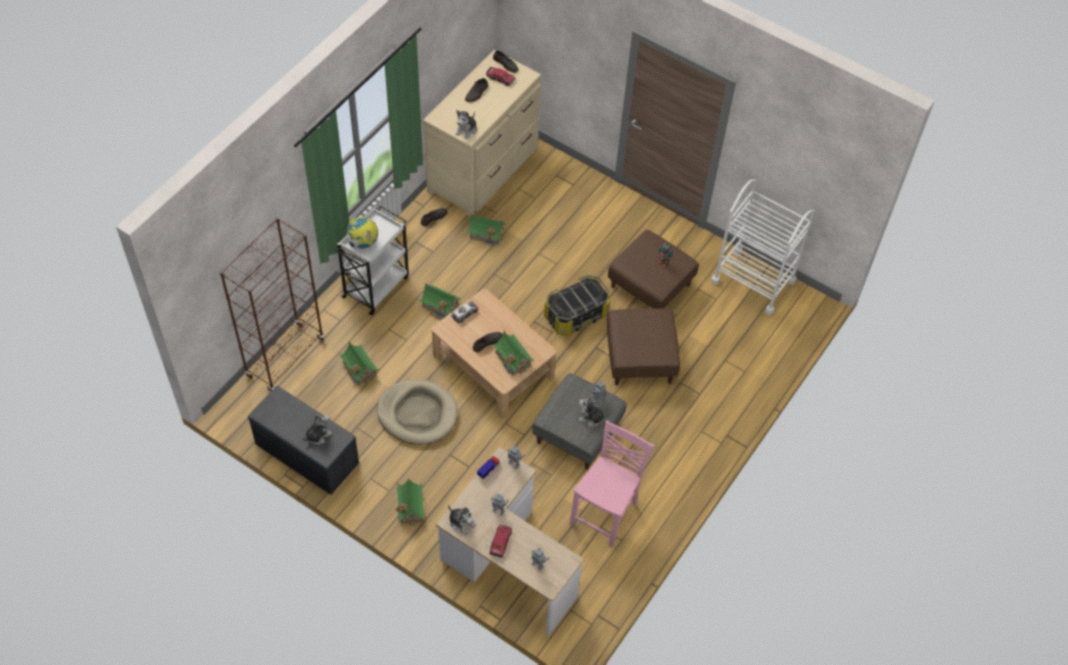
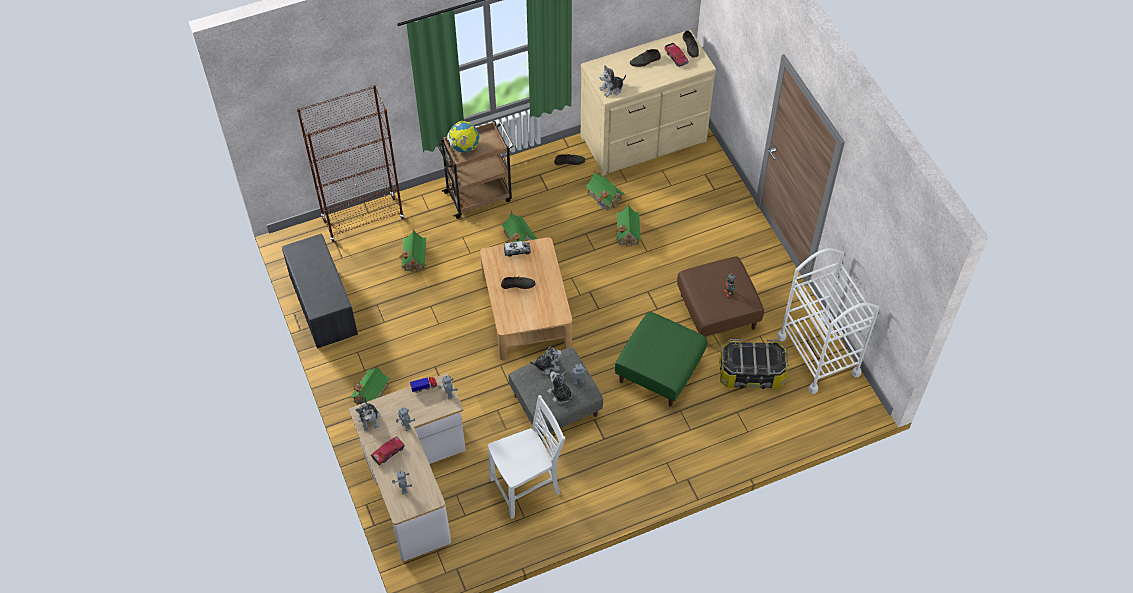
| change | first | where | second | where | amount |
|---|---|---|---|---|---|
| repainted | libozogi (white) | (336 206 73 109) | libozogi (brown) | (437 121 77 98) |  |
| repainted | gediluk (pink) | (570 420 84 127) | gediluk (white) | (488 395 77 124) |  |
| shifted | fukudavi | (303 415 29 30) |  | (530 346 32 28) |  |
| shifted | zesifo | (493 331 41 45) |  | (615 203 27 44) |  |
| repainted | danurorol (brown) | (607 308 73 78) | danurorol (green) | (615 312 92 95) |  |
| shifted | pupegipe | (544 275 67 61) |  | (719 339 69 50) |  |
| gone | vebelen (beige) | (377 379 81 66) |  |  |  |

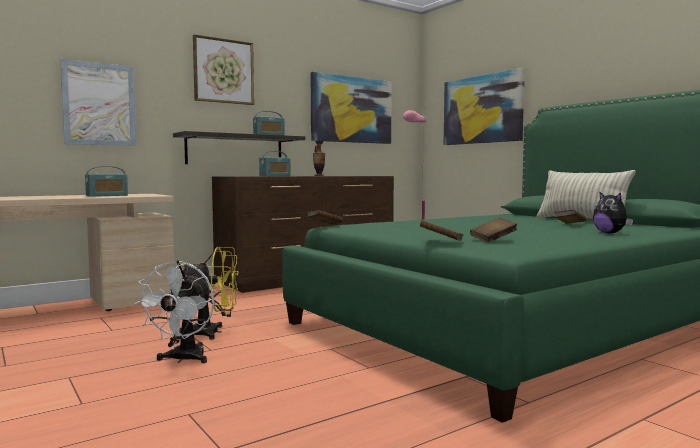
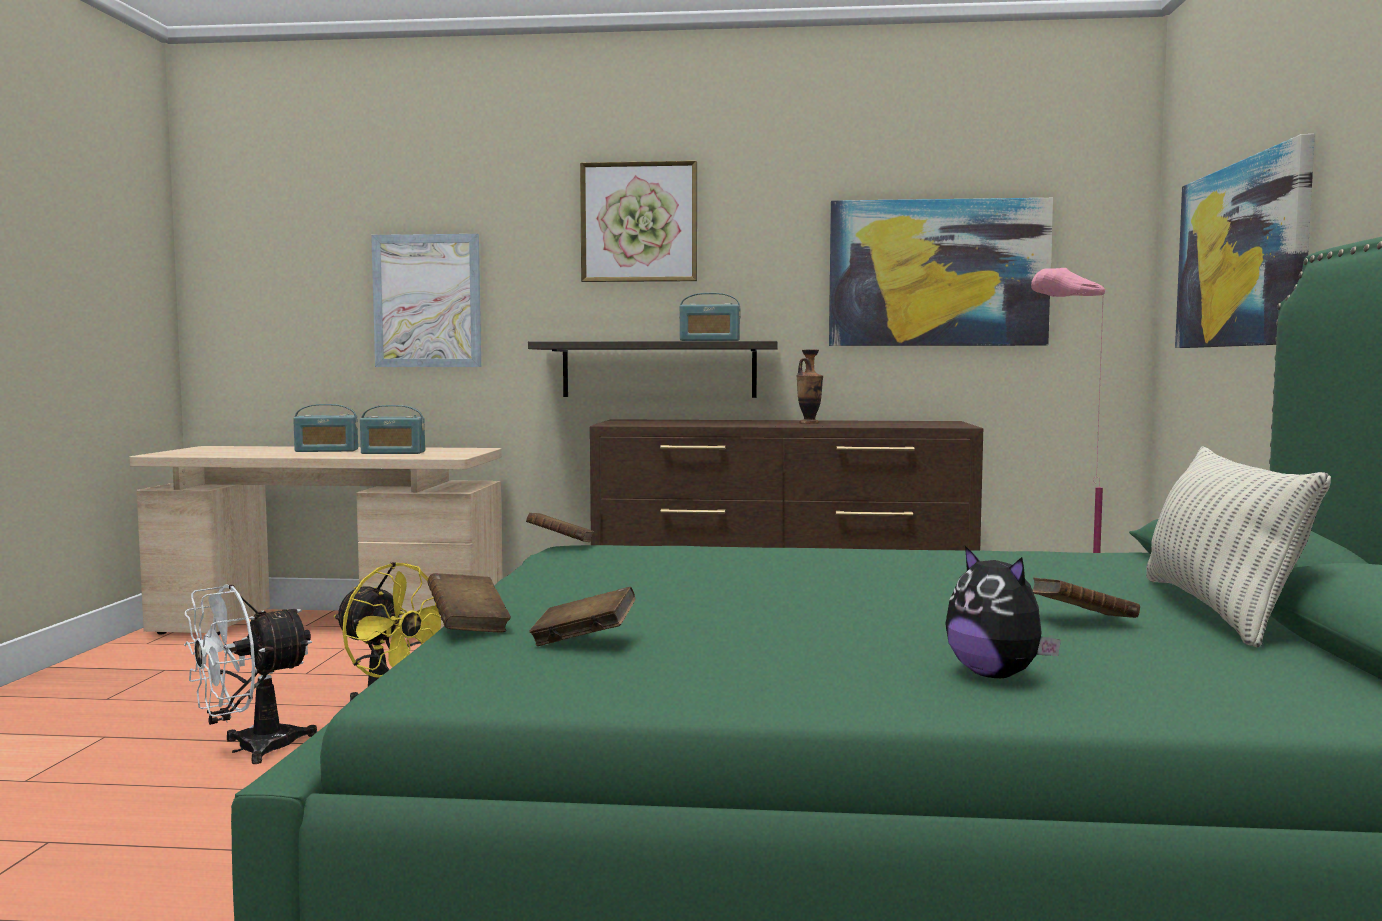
| change | first | where | second | where | amount |
|---|---|---|---|---|---|
| shifted | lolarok | (259 151 32 25) |  | (293 404 65 48) |  |
| rotated | fukudavi | (593 191 40 43) |  | (945 546 116 132) | 45 degrees counterclockwise |

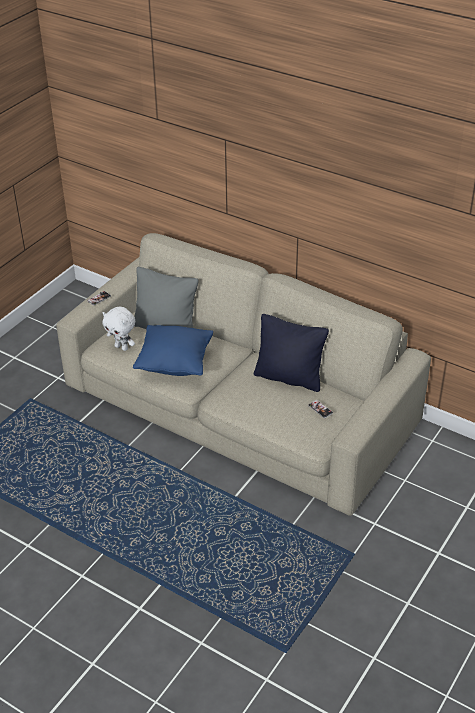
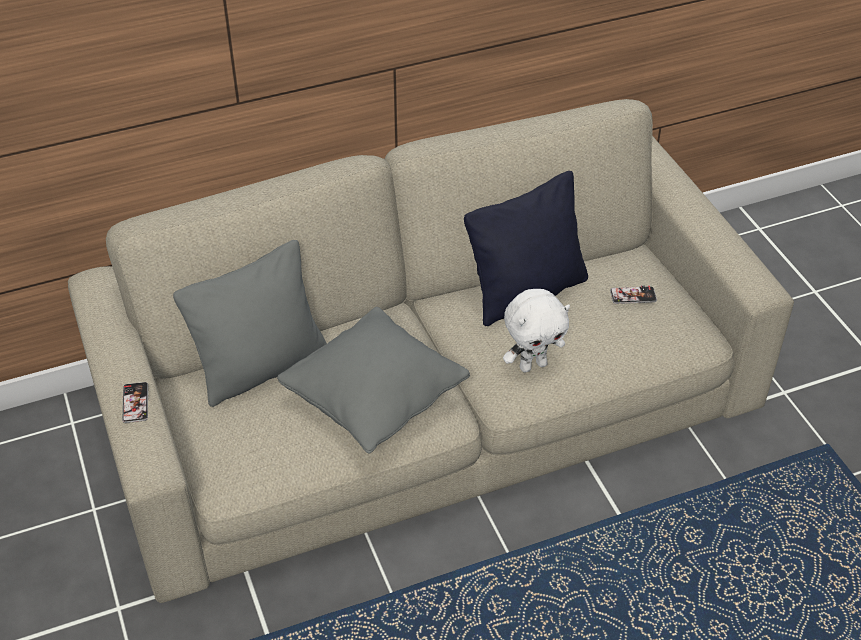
| change | first | where | second | where | amount |
|---|---|---|---|---|---|
| repainted | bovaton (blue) | (133 325 80 51) | bovaton (grey) | (277 307 193 147) |  |
| shifted | fukudavi (white) | (103 307 32 44) |  | (503 289 67 83) |  |

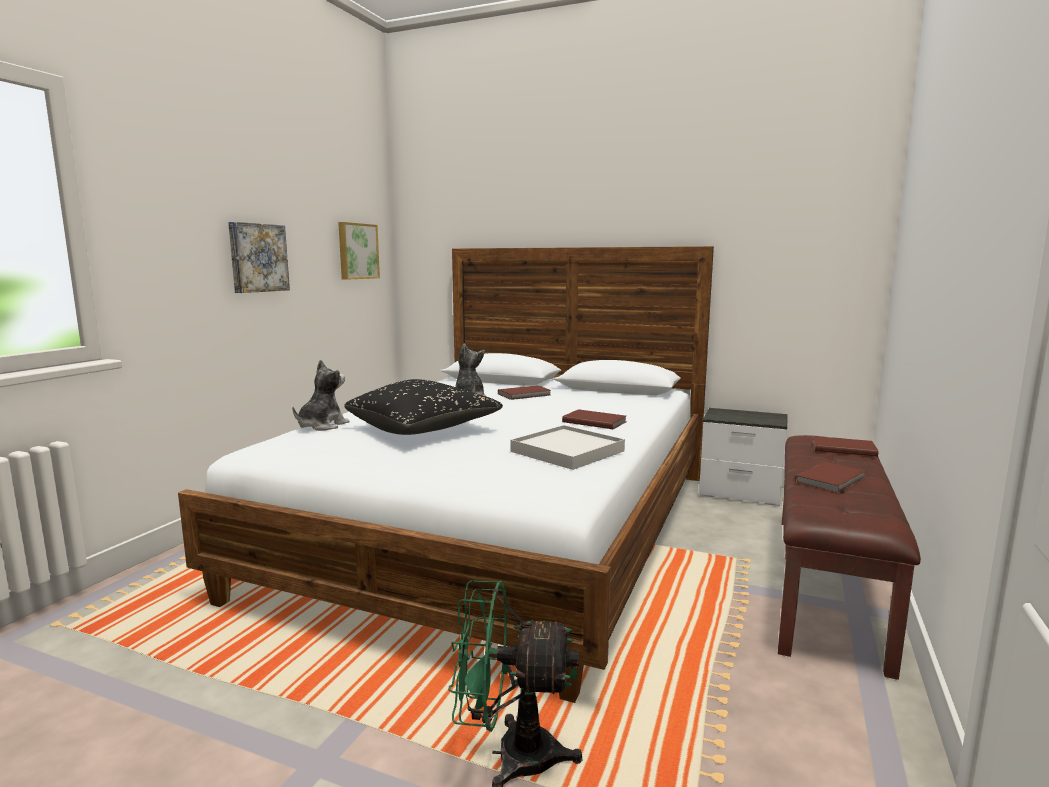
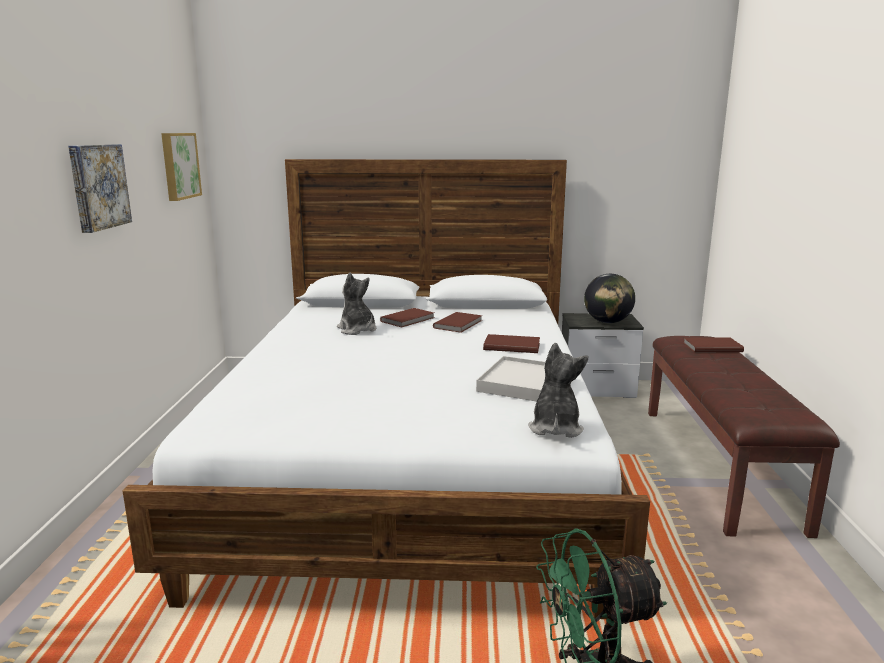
| change | first | where | second | where | amount |
|---|---|---|---|---|---|
| shifted | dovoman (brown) | (795 462 71 31) |  | (433 312 49 21) |  |
| shifted | fukudavi | (292 360 57 71) |  | (528 343 60 95) |  |
| new |  |  | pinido | (584 274 51 49) |  |
| gone | bovaton (black) | (344 379 159 56) |  |  |  |

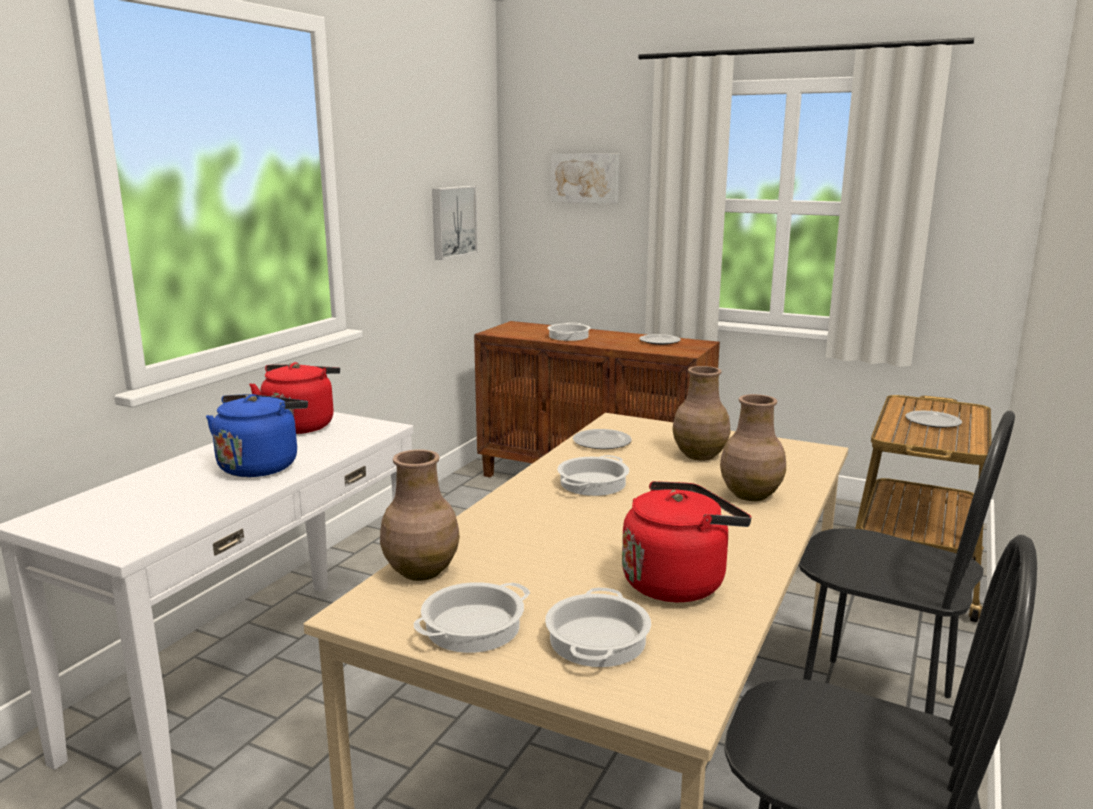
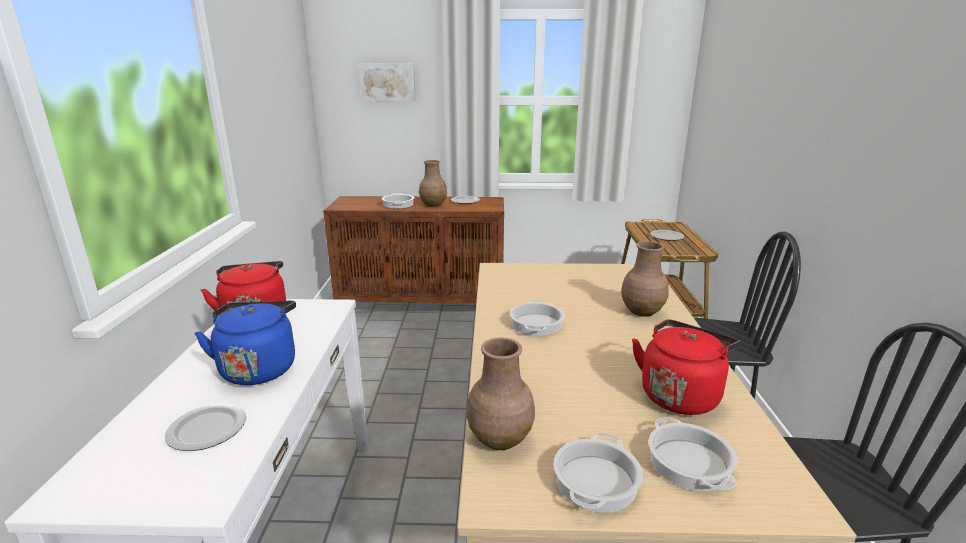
| change | first | where | second | where | amount |
|---|---|---|---|---|---|
| shifted | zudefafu | (573 429 59 20) |  | (165 404 81 47) |  |
| shifted | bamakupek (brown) | (672 366 58 94) |  | (419 160 28 47) |  |
| gone | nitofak | (432 186 46 74) |  |  |  |

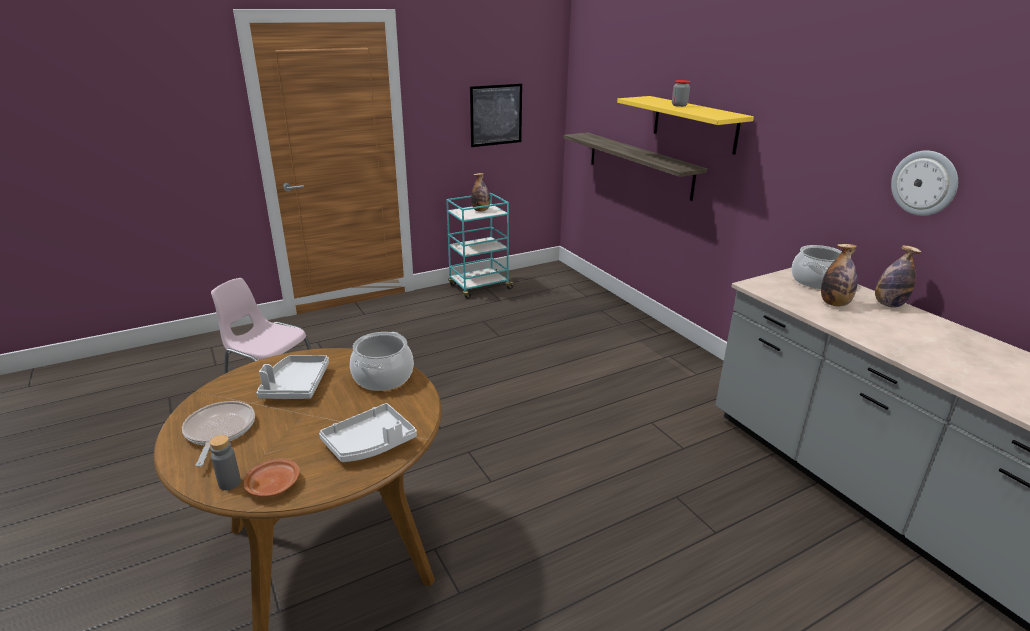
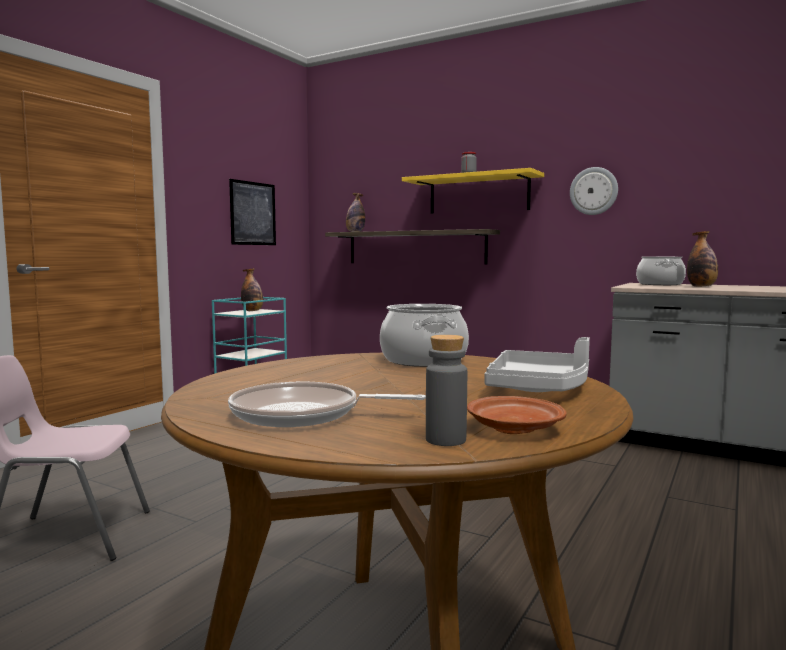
| change | first | where | second | where | amount |
|---|---|---|---|---|---|
| rotated | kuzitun | (182 401 73 66) |  | (228 382 198 45) | 45 degrees counterclockwise |
| shifted | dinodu | (875 245 46 63) |  | (346 193 19 39) |  |
| shifted | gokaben | (891 150 67 66) |  | (570 167 48 48) |  |
| gone | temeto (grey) | (256 355 73 44) |  |  |  |

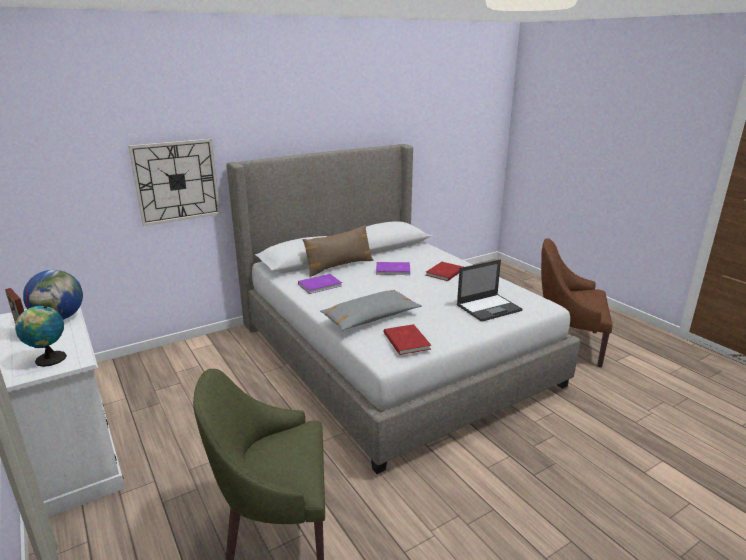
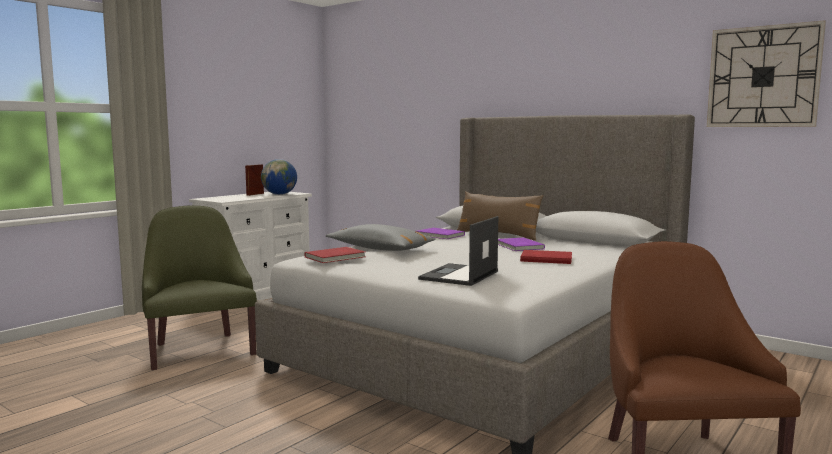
| change | first | where | second | where | amount |
|---|---|---|---|---|---|
| rotated | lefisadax | (457 259 66 63) |  | (418 216 80 70) | 75 degrees clockwise |
| shifted | gokaben | (128 139 93 87) |  | (707 20 119 107) |  |
| gone | pinido | (15 305 52 62) |  |  |  |

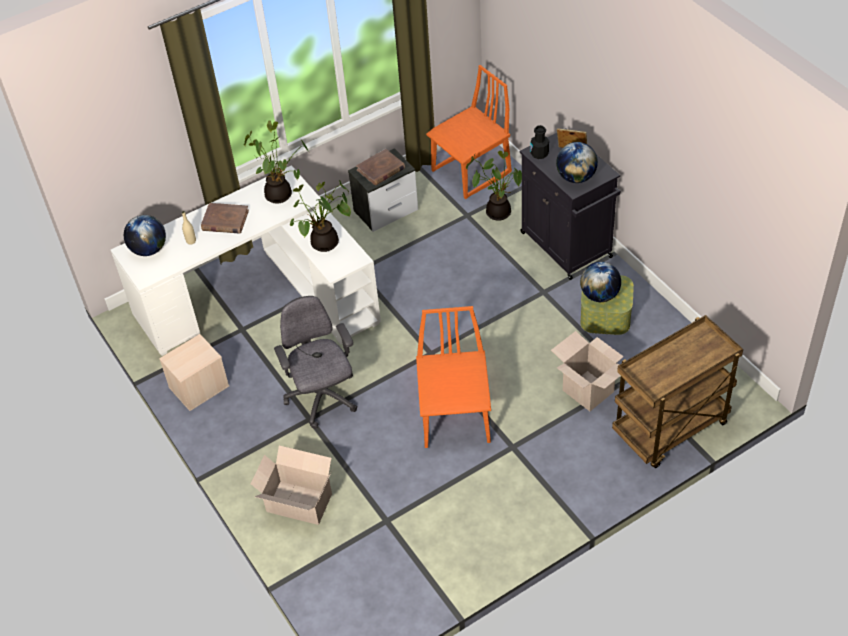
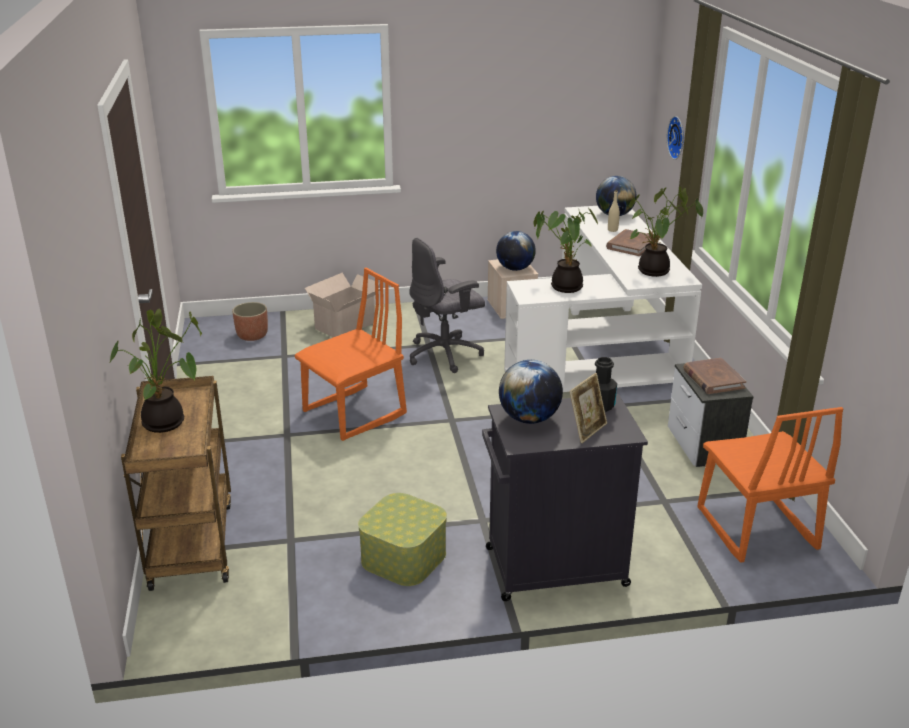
| change | first | where | second | where | amount |
|---|---|---|---|---|---|
| shifted | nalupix | (466 151 56 70) |  | (109 309 93 124) |  |
| new |  |  | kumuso | (232 302 36 39) |  |
| rotated | gediluk (orange) | (416 306 75 142) |  | (294 268 113 173) | 60 degrees counterclockwise |
| rotated | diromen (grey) | (274 296 84 133) |  | (409 238 76 135) | 150 degrees clockwise |
| shifted | pinido | (580 262 41 40) |  | (496 231 40 40) |  |
| new |  |  | gokaben | (667 116 17 44) |  |
| gone | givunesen | (551 331 73 80) |  |  |  |

